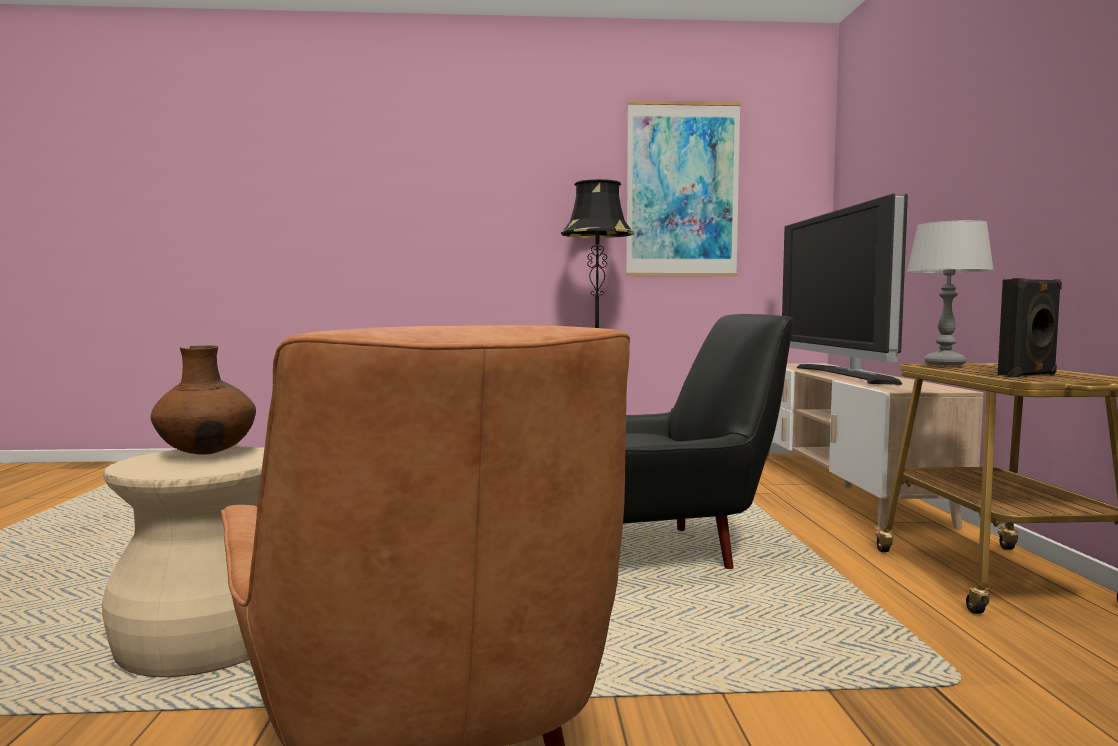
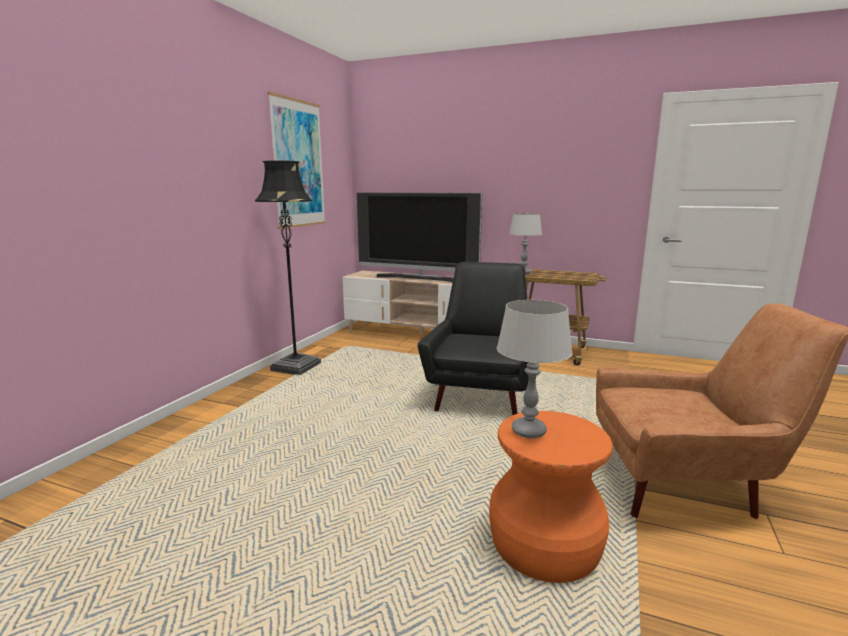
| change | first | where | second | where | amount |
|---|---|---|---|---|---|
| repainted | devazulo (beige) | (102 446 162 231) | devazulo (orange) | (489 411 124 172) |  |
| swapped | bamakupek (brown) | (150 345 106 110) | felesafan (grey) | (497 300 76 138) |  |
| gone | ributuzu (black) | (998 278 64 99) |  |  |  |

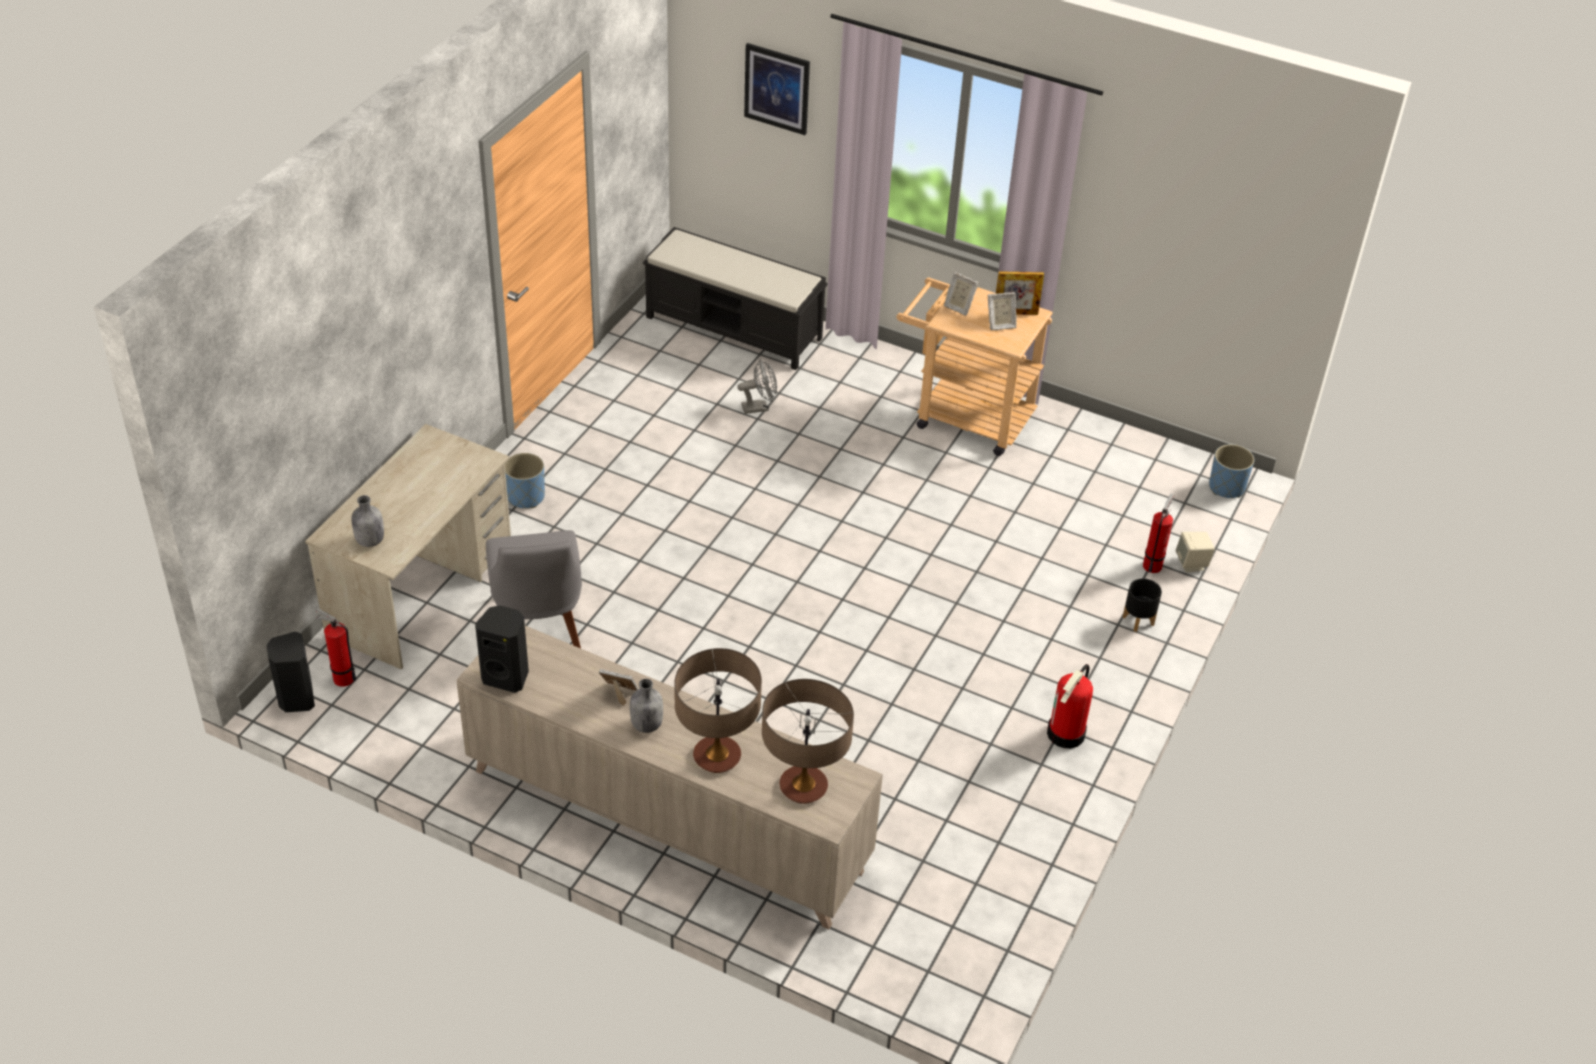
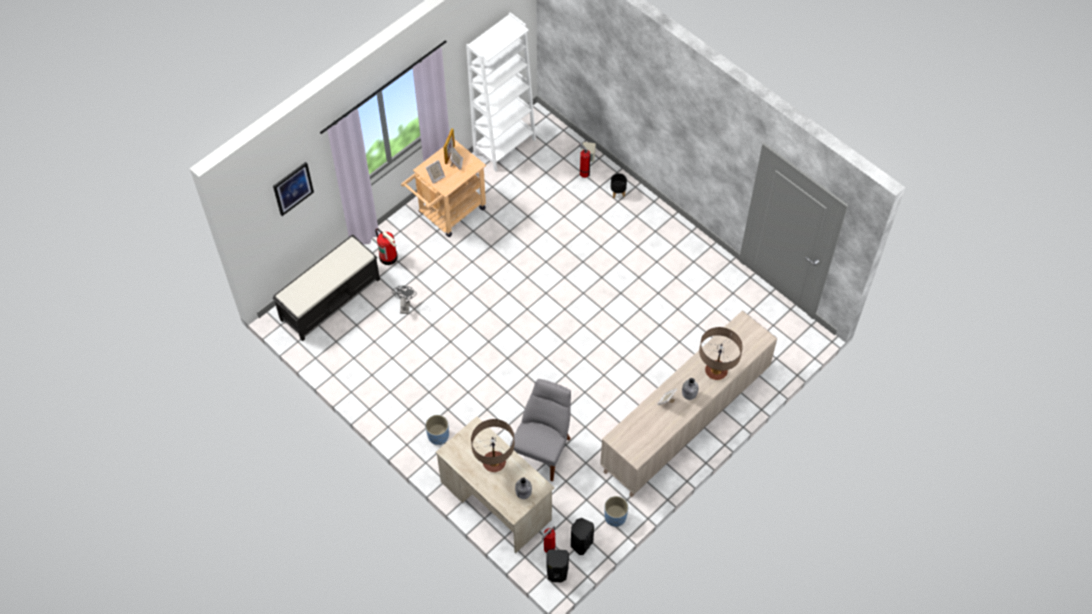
| change | first | where | second | where | amount |
|---|---|---|---|---|---|
| shifted | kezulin | (1047 664 46 84) |  | (375 228 23 37) |  |
| new |  |  | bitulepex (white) | (466 12 70 160) |  |
| shifted | felesafan | (762 679 92 125) |  | (471 419 43 53) |  |
| rotated | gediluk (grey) | (486 530 96 118) |  | (510 379 61 103) | 75 degrees counterclockwise |
| shifted | ributuzu (black) | (475 605 54 88) |  | (571 518 23 37) |  |
| shifted | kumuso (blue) | (1209 444 45 54) |  | (604 496 24 31) |  |

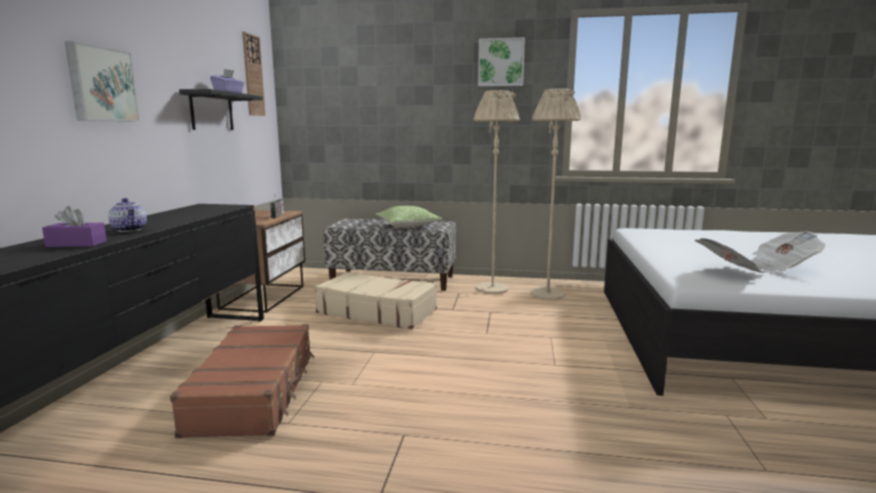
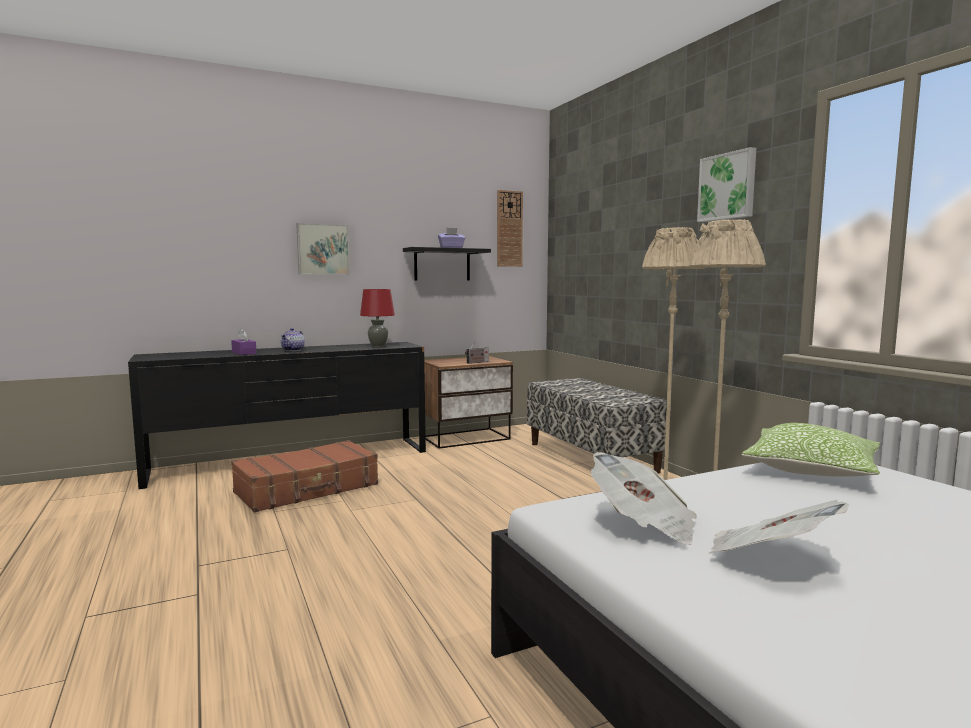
| change | first | where | second | where | amount |
|---|---|---|---|---|---|
| new |  |  | felesafan (red) | (360 289 35 58) |  |
| shifted | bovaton | (376 206 66 22) |  | (742 423 138 54) |  |
| gone | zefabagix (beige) | (314 272 123 57) |  |  |  |

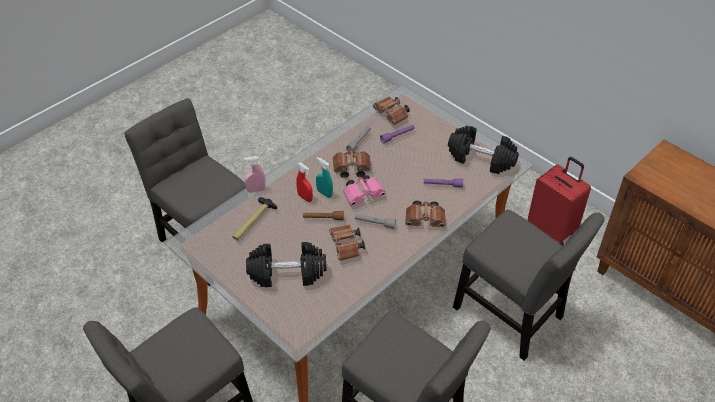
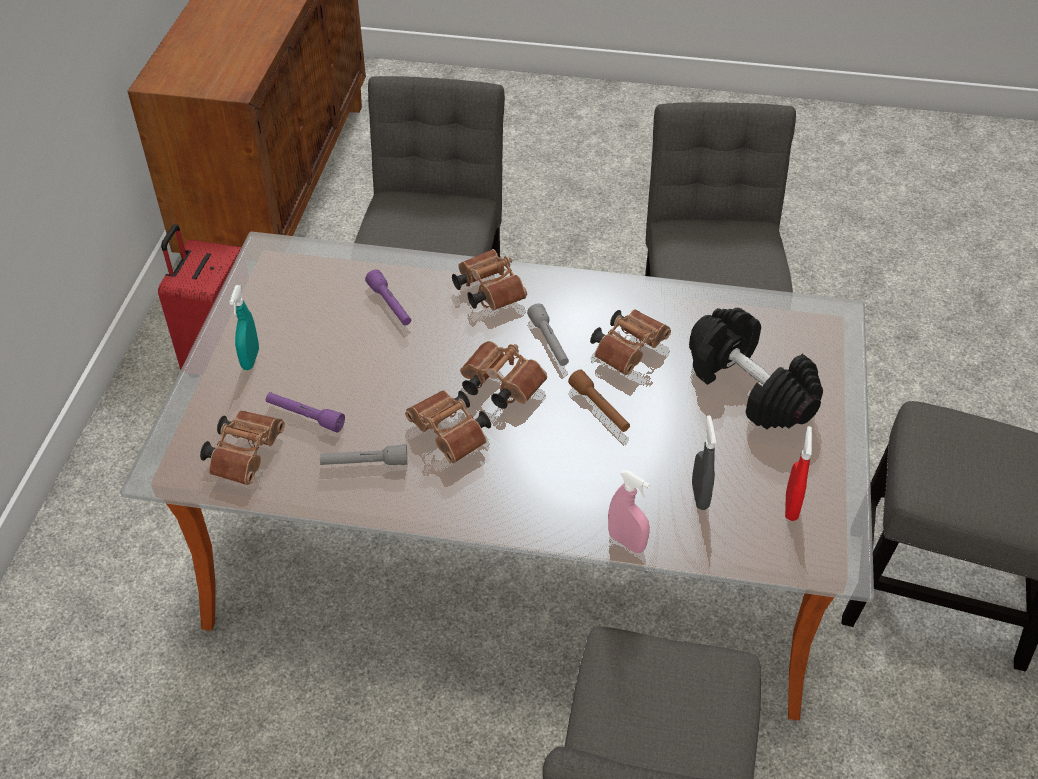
| change | first | where | second | where | amount |
|---|---|---|---|---|---|
| shifted | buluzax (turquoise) | (316 157 17 41) |  | (229 285 30 85) |  |
| repainted | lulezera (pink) | (343 175 43 31) | lulezera (brown) | (460 341 87 68) |  |
| swapped | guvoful | (233 197 44 43) | buluzax (grey) | (692 415 25 95) |  |
| shifted | buluzax (red) | (296 163 17 39) |  | (785 426 27 95) |  |
| gone | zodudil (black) | (448 126 71 48) |  |  |  |

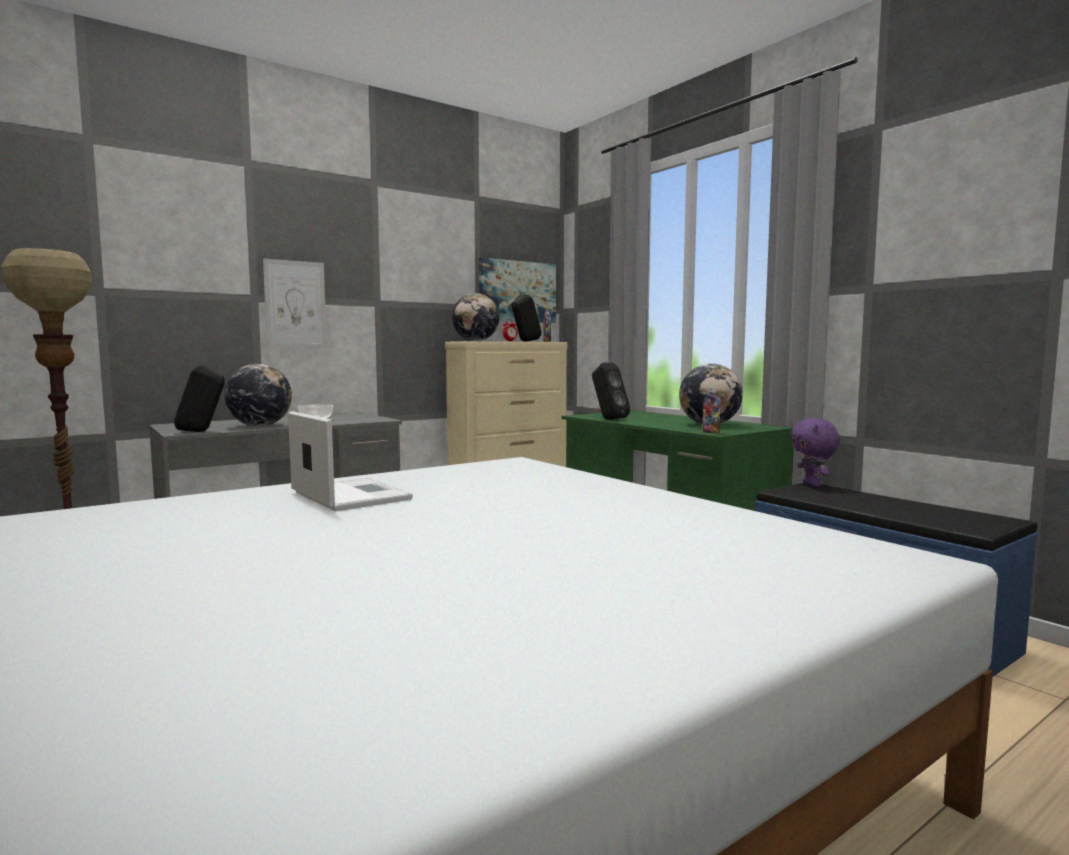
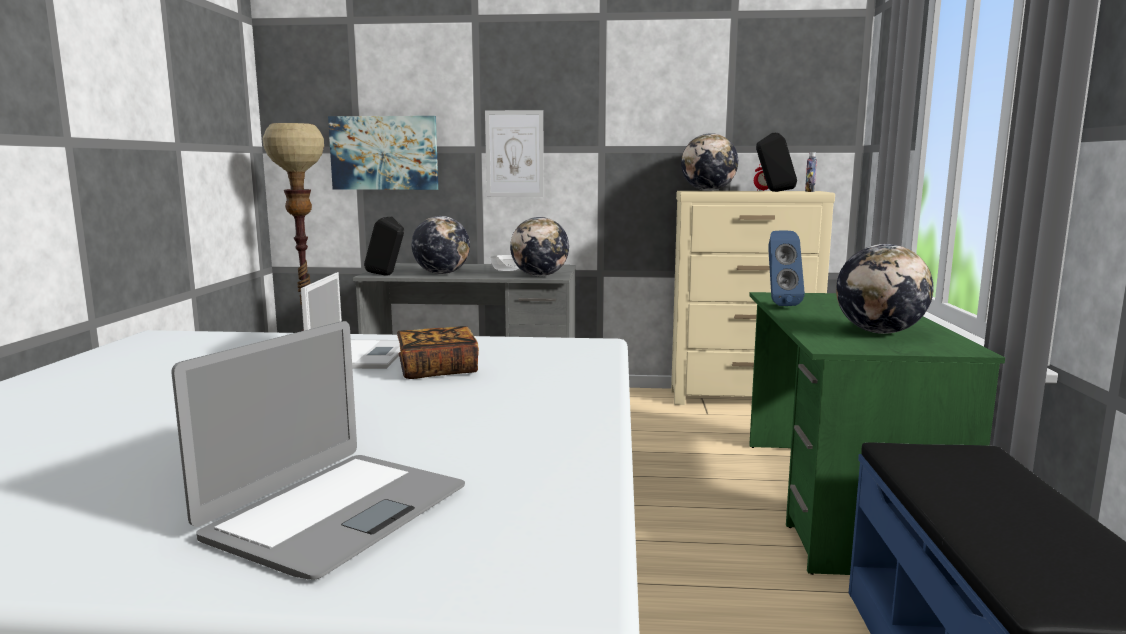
| change | first | where | second | where | amount |
|---|---|---|---|---|---|
| new |  |  | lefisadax | (171 321 294 259) |  |
| shifted | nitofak | (479 258 77 65) |  | (328 116 110 74) |  |
| new |  |  | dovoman | (397 326 82 53) |  |
| new |  |  | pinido | (510 217 59 59) |  |
| repainted | ributuzu (black) | (592 362 38 58) | ributuzu (blue) | (768 230 37 76) |  |
| gone | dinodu | (703 387 18 46) |  |  |  |
| gone | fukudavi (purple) | (791 418 49 69) |  |  |  |

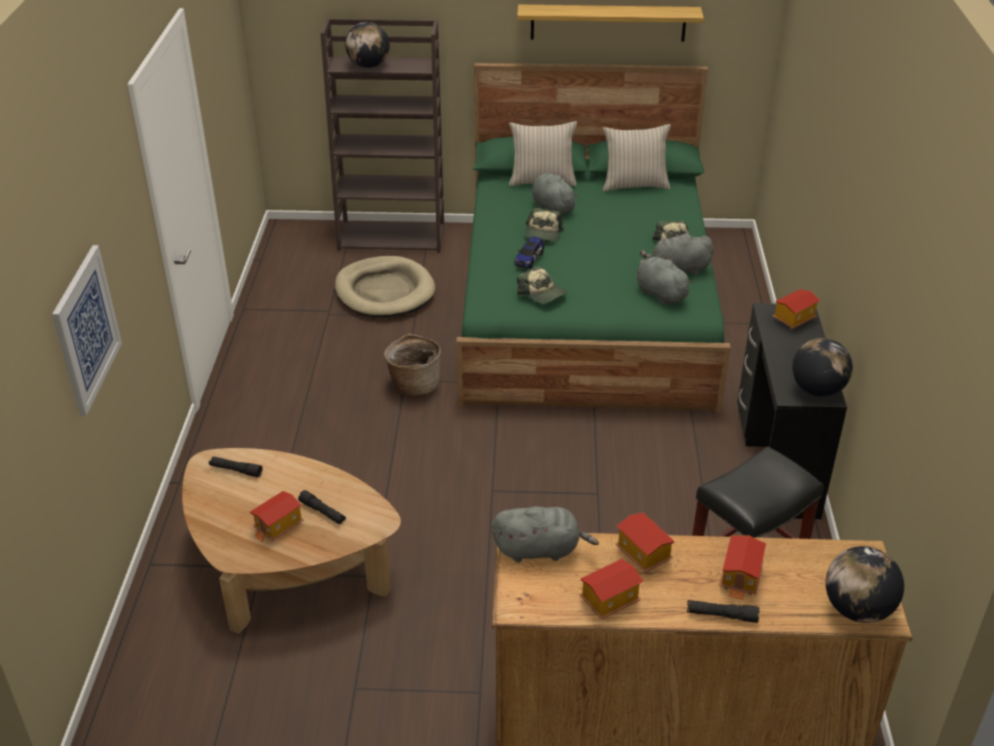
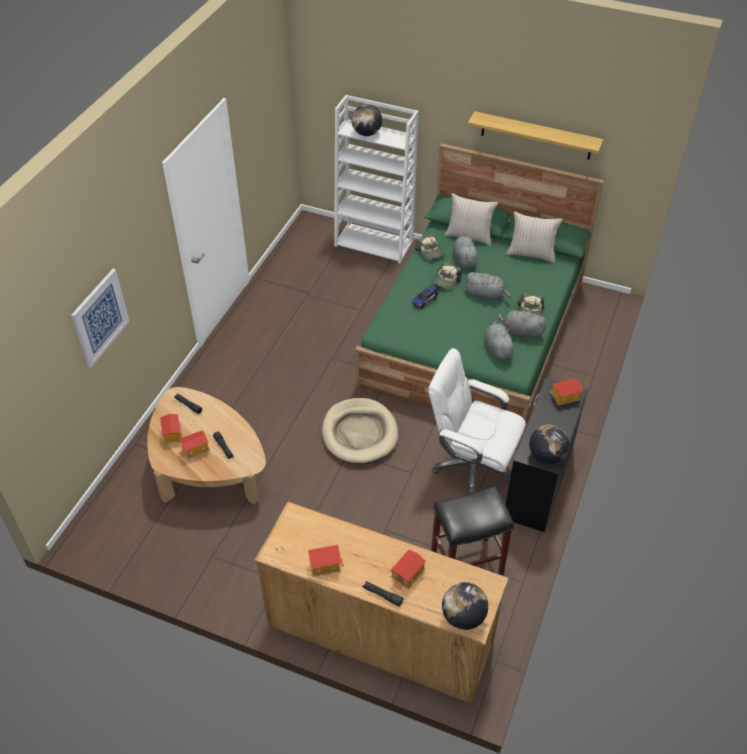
| change | first | where | second | where | amount |
|---|---|---|---|---|---|
| shifted | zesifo | (616 513 59 60) |  | (160 414 22 30) |  |
| shifted | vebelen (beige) | (335 256 100 61) |  | (322 398 76 66) |  |
| repainted | bitulepex (brown) | (320 18 124 235) | bitulepex (white) | (334 95 85 169) |  |
| shifted | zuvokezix | (517 266 50 38) |  | (415 235 30 25) |  |
| new |  |  | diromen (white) | (428 348 98 147) |  |
| shifted | fukudavi (grey) | (492 506 107 56) |  | (465 272 46 29) |  |
| gone | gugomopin | (384 334 57 61) |  |  |  |

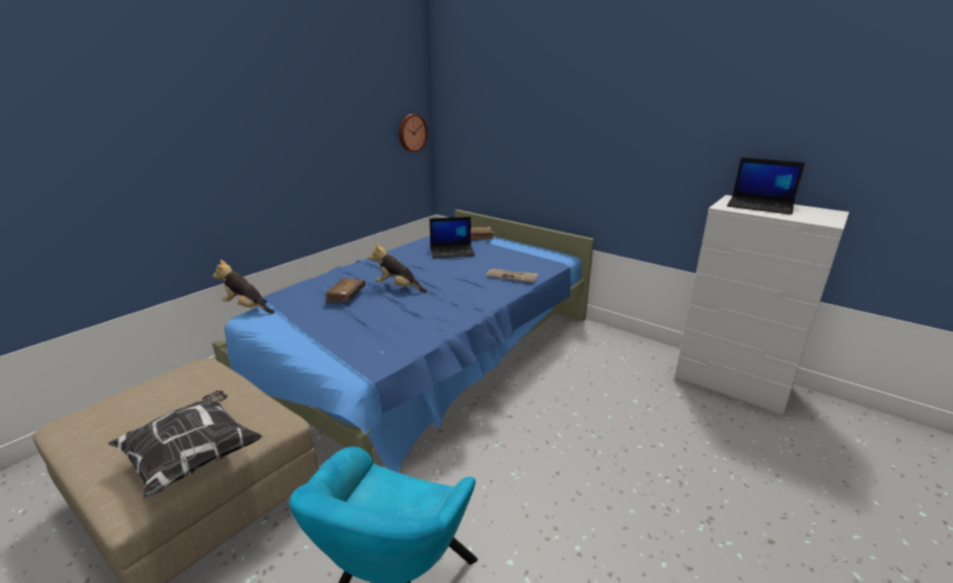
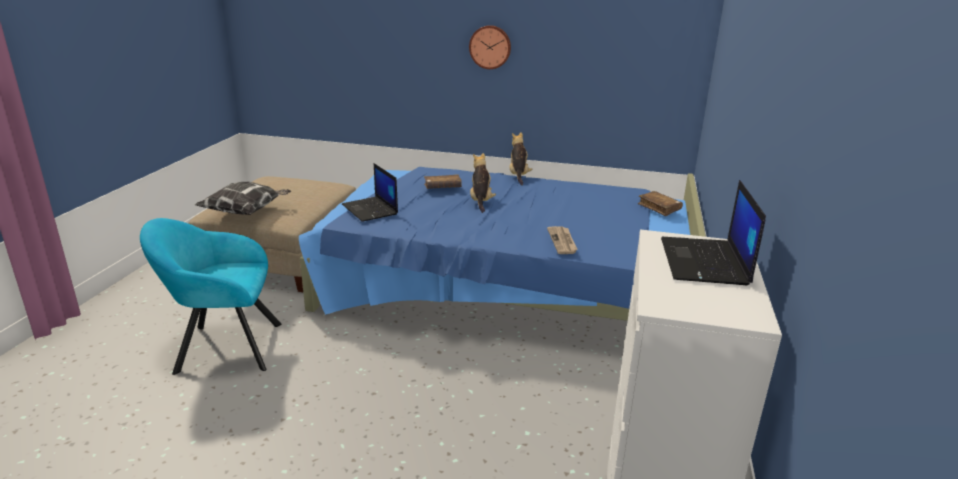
| change | first | where | second | where | amount |
|---|---|---|---|---|---|
| shifted | lefisadax | (429 217 46 41) |  | (342 163 56 59) |  |
| shifted | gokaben | (399 114 29 38) |  | (469 25 42 44) |  |
| shifted | fukudavi | (213 260 62 54) |  | (509 132 23 53) |  |

